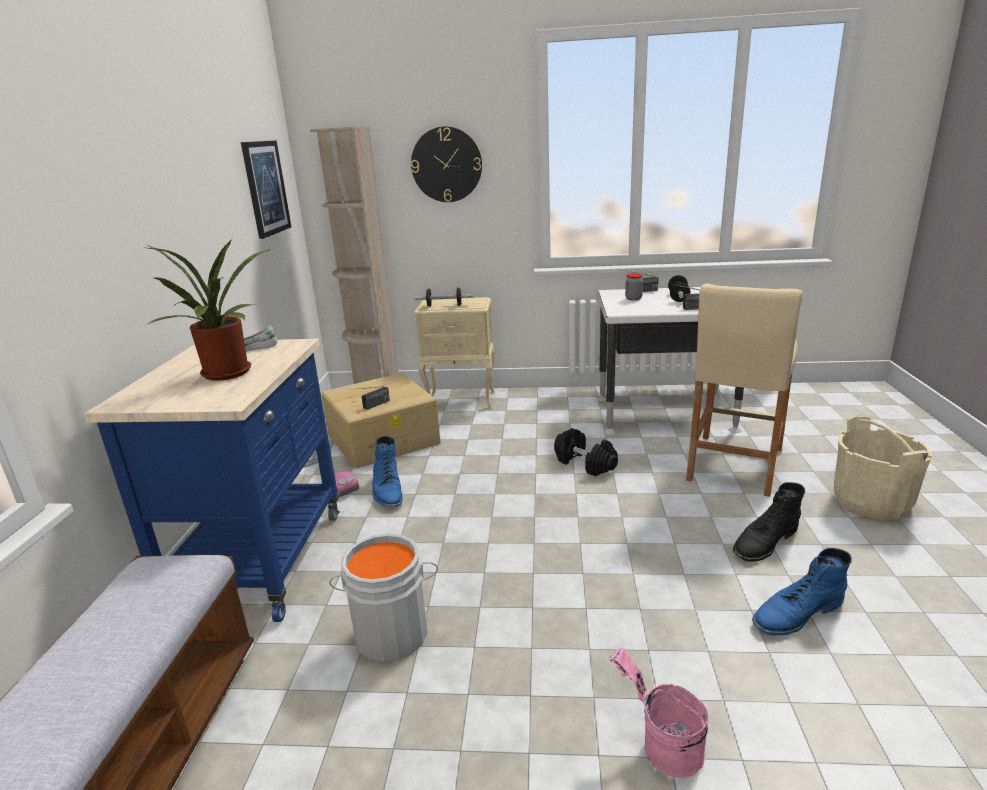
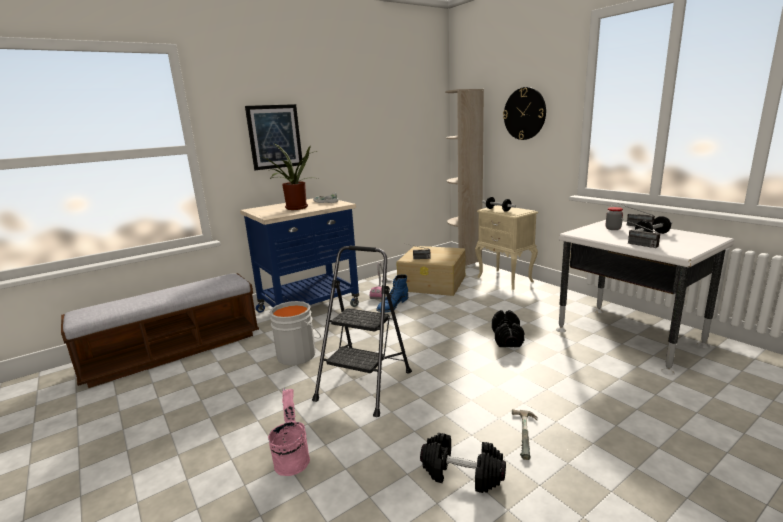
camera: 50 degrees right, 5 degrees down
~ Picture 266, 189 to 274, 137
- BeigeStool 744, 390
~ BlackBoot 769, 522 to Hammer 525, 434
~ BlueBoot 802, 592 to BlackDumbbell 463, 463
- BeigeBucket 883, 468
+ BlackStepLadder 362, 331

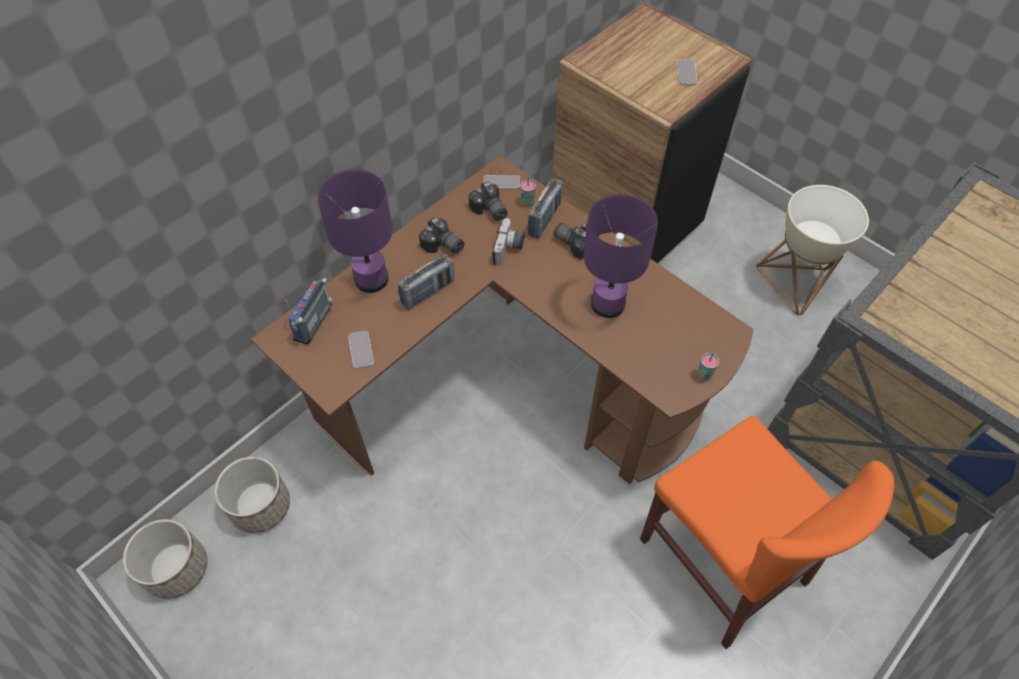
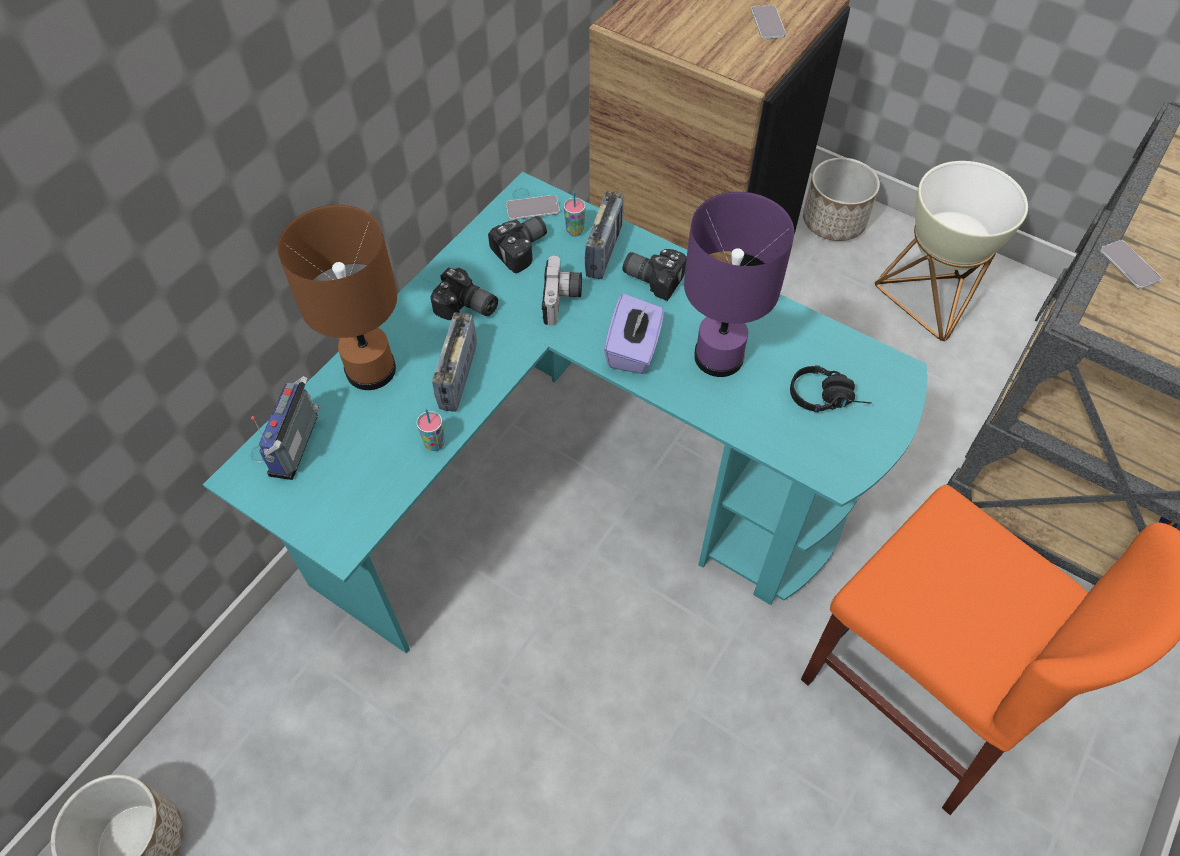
camera: 10 degrees left, 0 degrees up
~ Planter 252, 495 to 841, 199
~ BrownDesk 502, 320 to TurquoiseDesk 565, 413
~ PurpleTableLamp 355, 231 to BrownTableLamp 337, 297
~ Phone 361, 350 to 1130, 264
~ Radio 426, 282 = 454, 362 150 degrees clockwise
~ PhotoCamera 488, 201 = 517, 244 90 degrees counterclockwise
~ Cup 708, 366 to 431, 430
+ PurpleTissueBox 634, 334
+ BlackHeadphones 831, 388

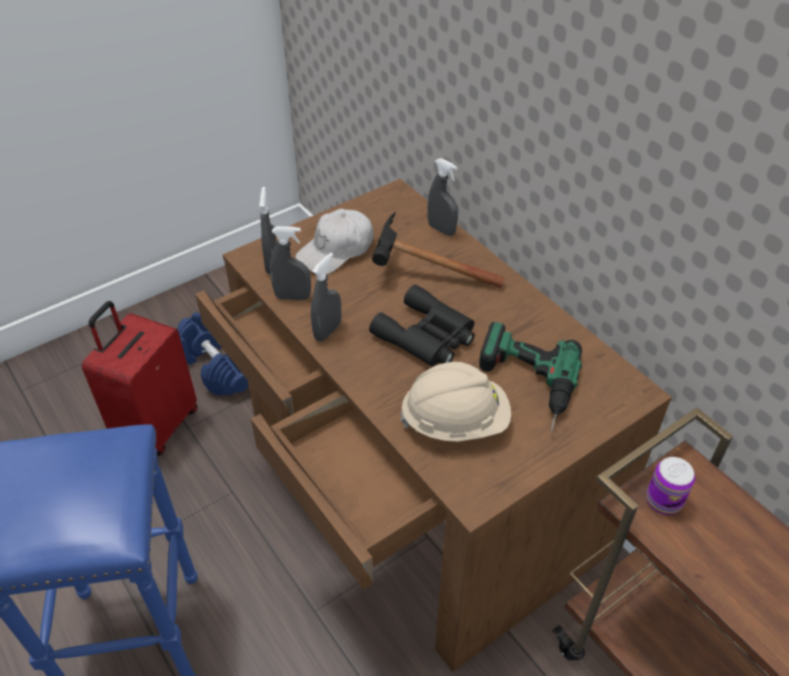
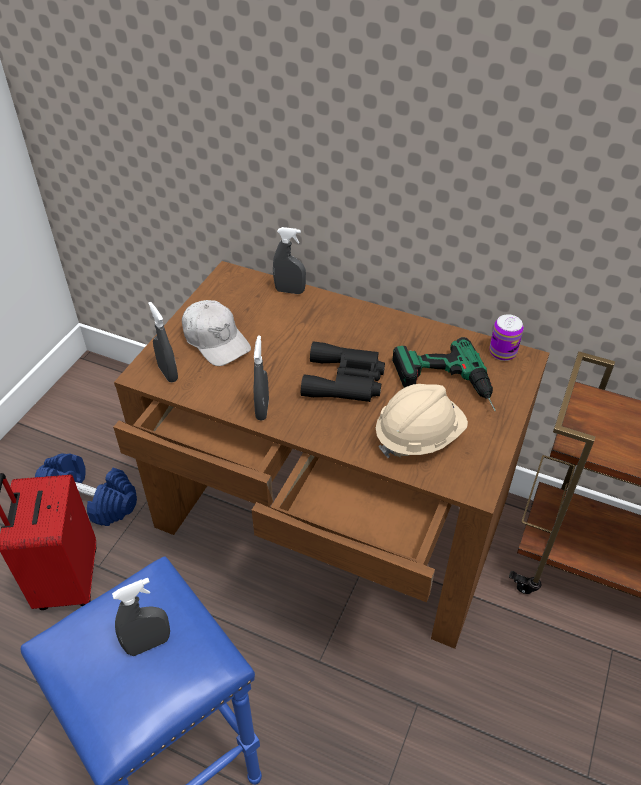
camera: 30 degrees left, 0 degrees up
~ GreySprayBottle 290, 263 to 141, 617
~ WhiteCap 334, 242 = 216, 333 60 degrees counterclockwise
- Hammer 438, 250
~ Can 670, 486 to 507, 337

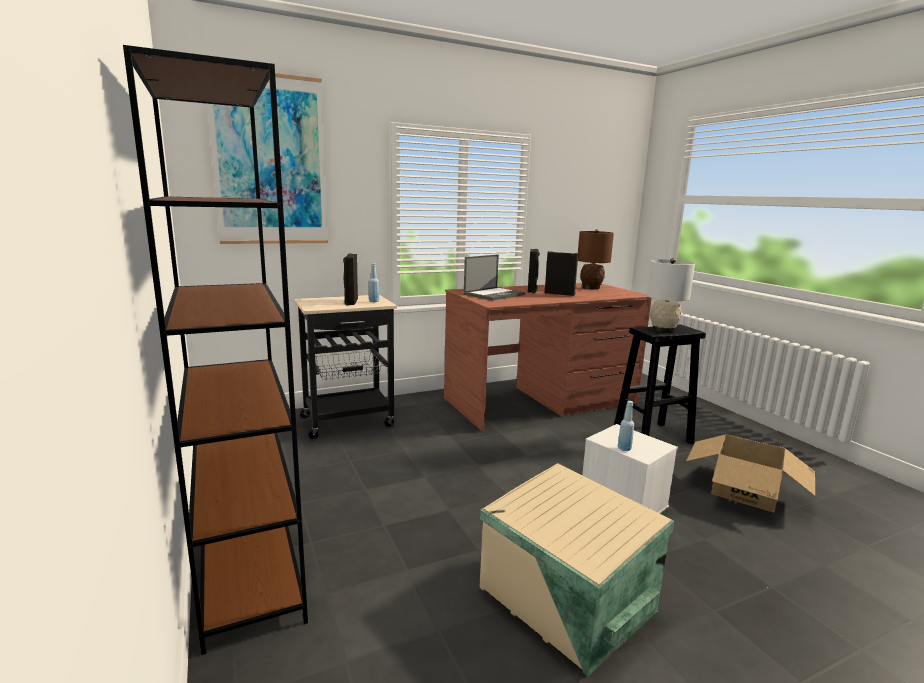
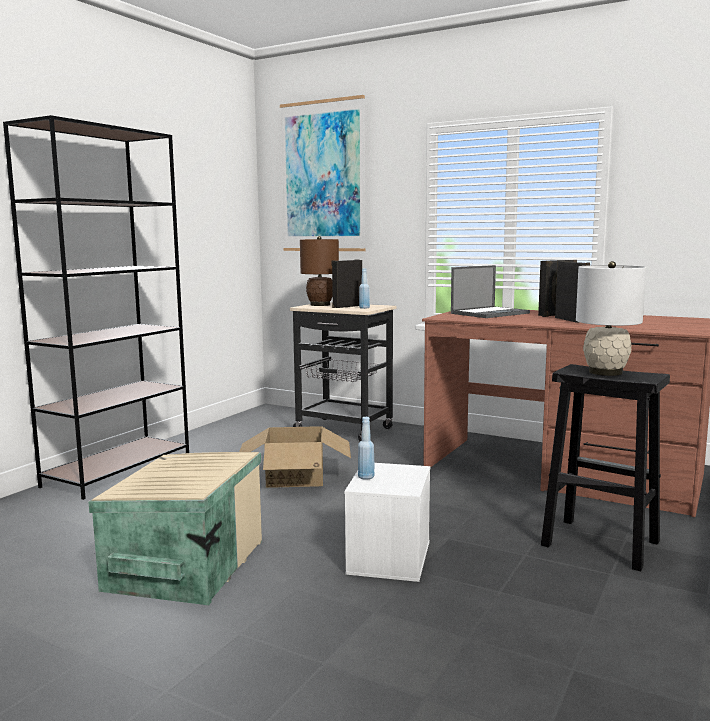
camera: 55 degrees right, 5 degrees down
~ Laptop 494, 277 = 490, 291 45 degrees counterclockwise
~ BrownTableLamp 596, 259 to 319, 271
~ CardboardBox 750, 473 to 295, 457

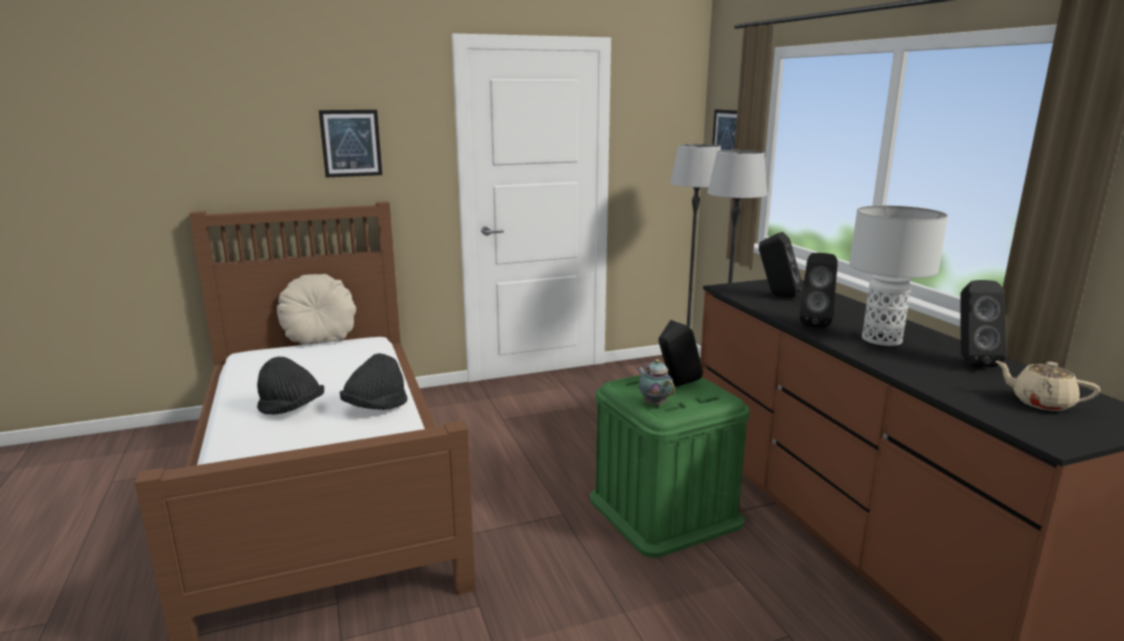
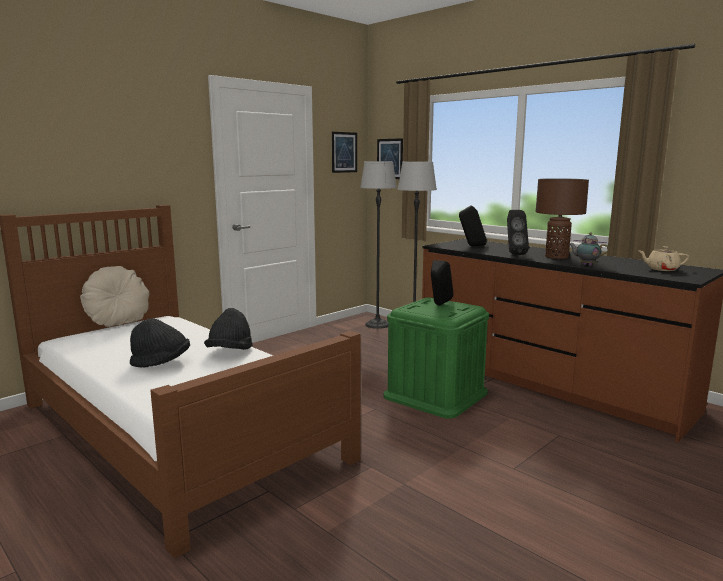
camera: 25 degrees left, 5 degrees down
~ Picture 350, 143 to 344, 152
~ Teapot 656, 382 to 589, 249
~ WhiteTableLamp 898, 275 to BrownTableLamp 562, 218
- BlackSpeaker 983, 323

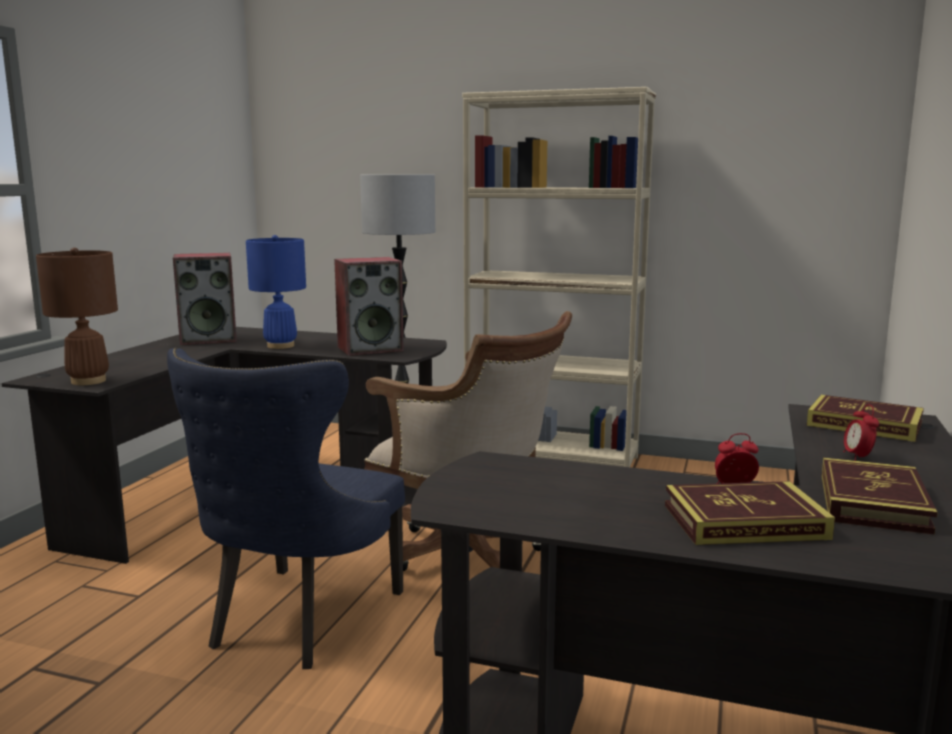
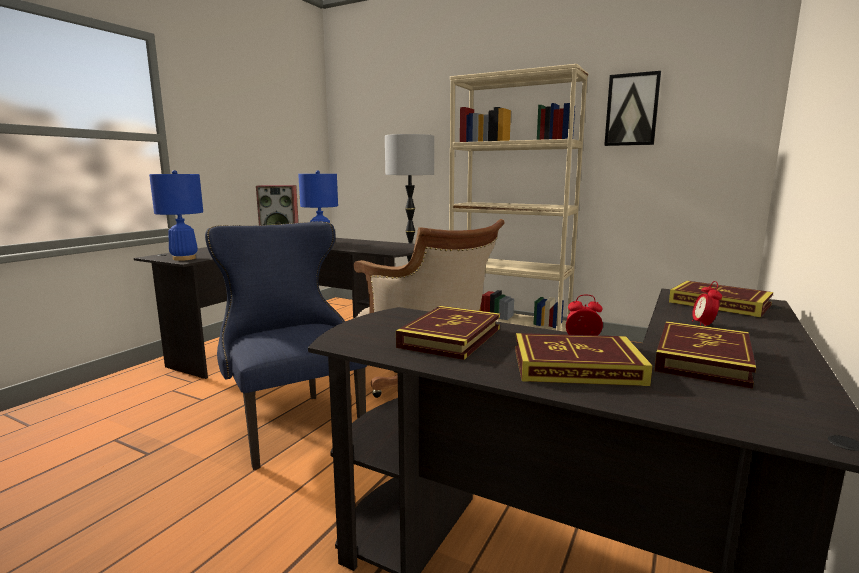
camera: 10 degrees right, 0 degrees up
~ BrownTableLamp 77, 316 to BlueTableLamp 176, 215
~ BlueChair 286, 508 = 286, 345 120 degrees clockwise
- Speaker 369, 306
+ Book 448, 333
+ Picture 632, 108

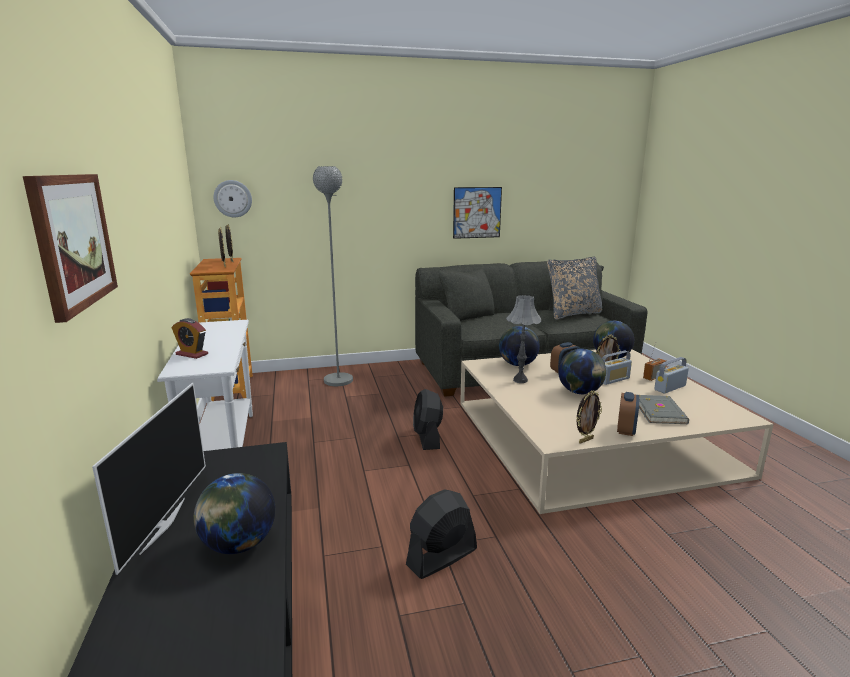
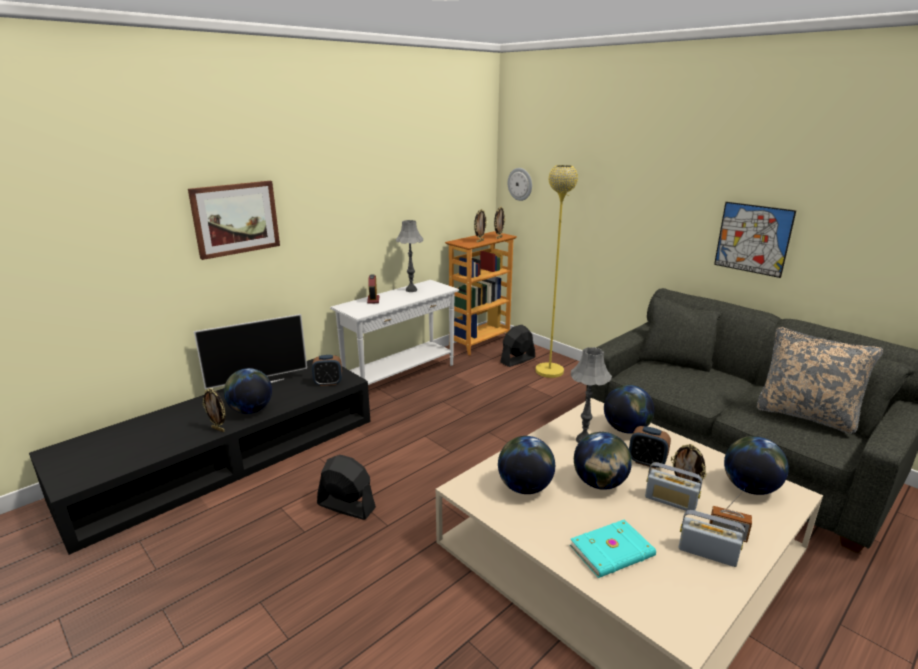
camera: 60 degrees right, 5 degrees up
~ GreyFloorLamp 333, 276 to YellowFloorLamp 557, 271
~ BlackFan 428, 419 to 517, 346
~ PictureFrame 589, 417 to 214, 410
~ AlarmClock 628, 414 to 327, 370
~ GreyBook 664, 409 to TurquoiseBook 613, 548
+ GreyTableLamp 410, 256
+ Globe 526, 465

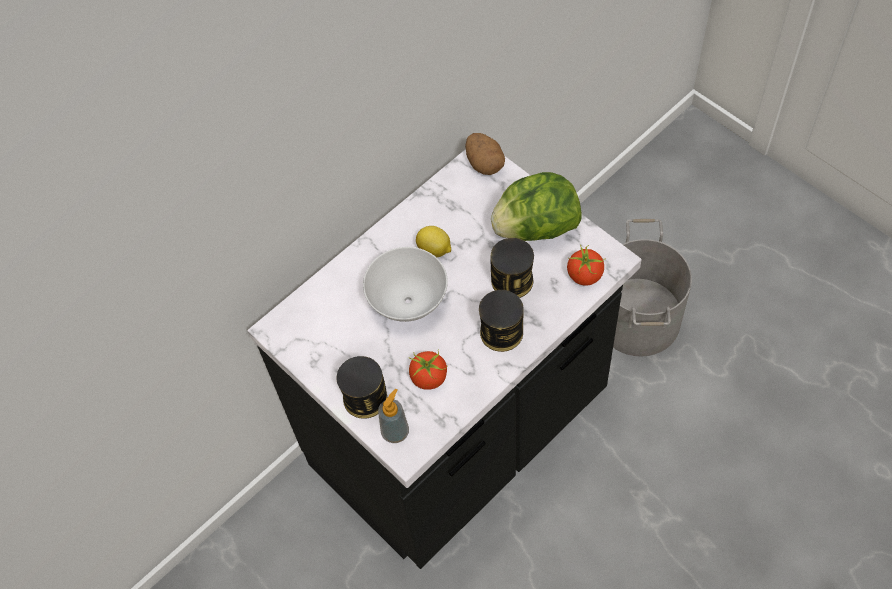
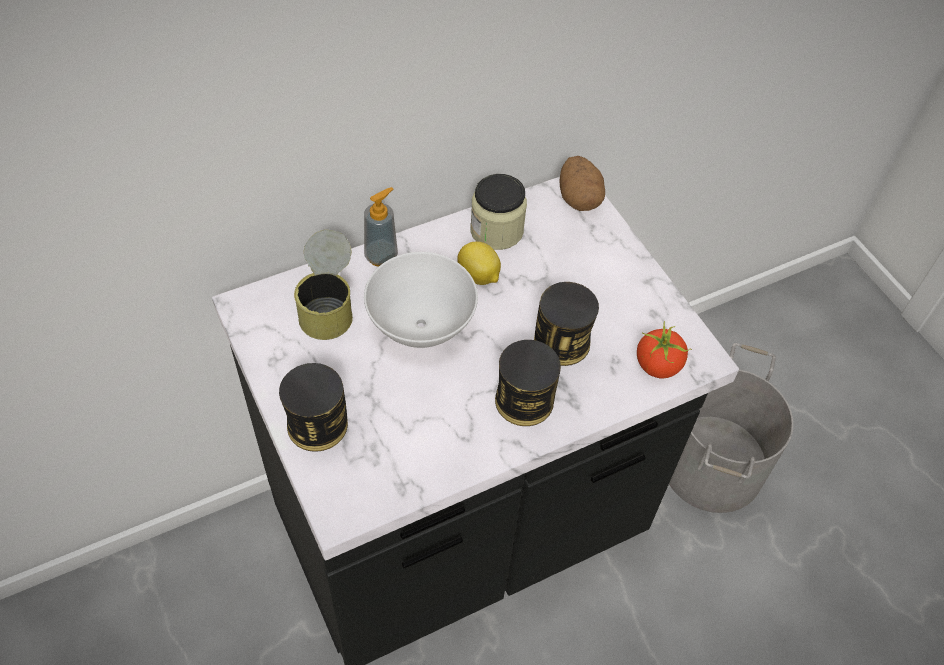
camera: 10 degrees right, 5 degrees down
~ SoapDispenser 393, 416 to 381, 227
- Tomato 428, 370
- Lettuce 536, 206
+ Can 323, 284
+ Jar 498, 212

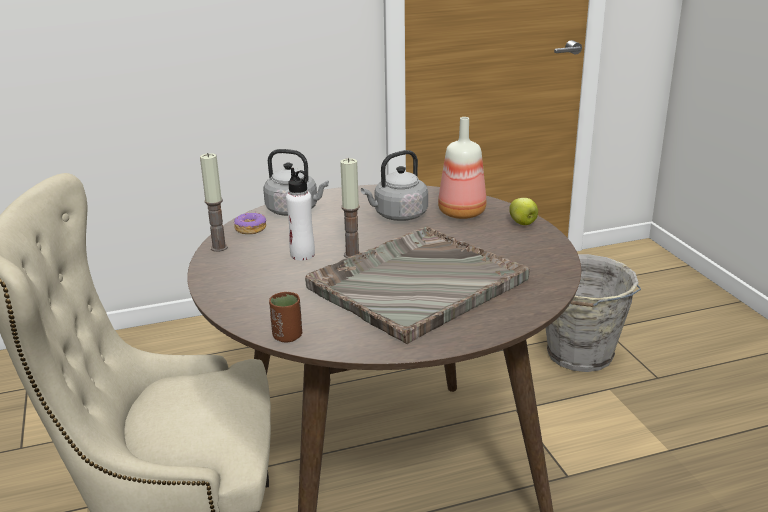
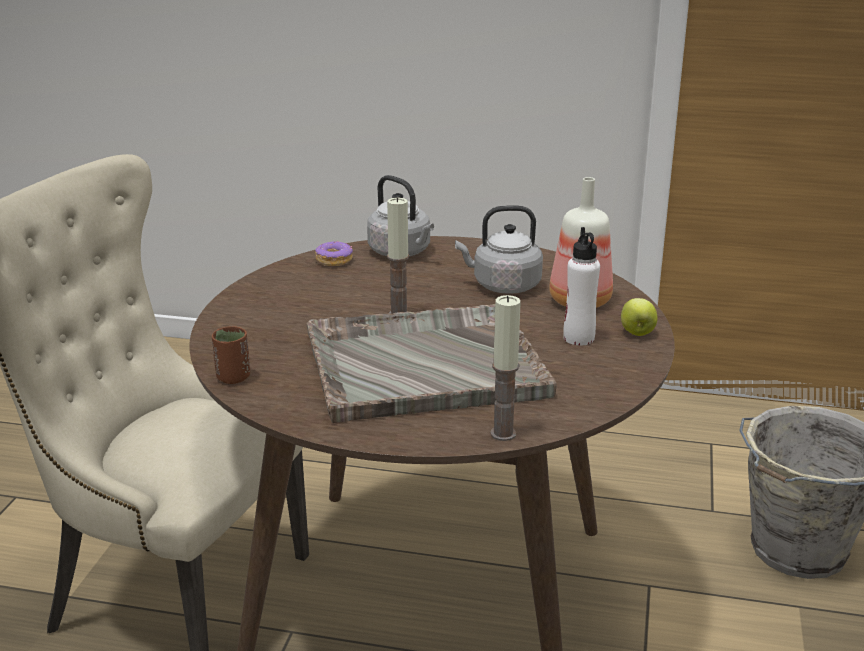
camera: 30 degrees right, 0 degrees up
~ Candle 214, 202 to 506, 368
~ WhiteBottle 300, 214 to 581, 286

